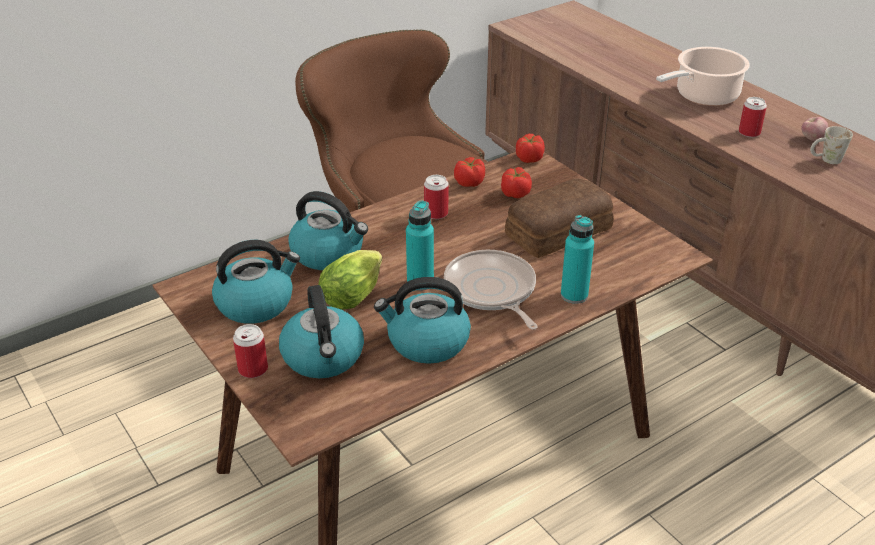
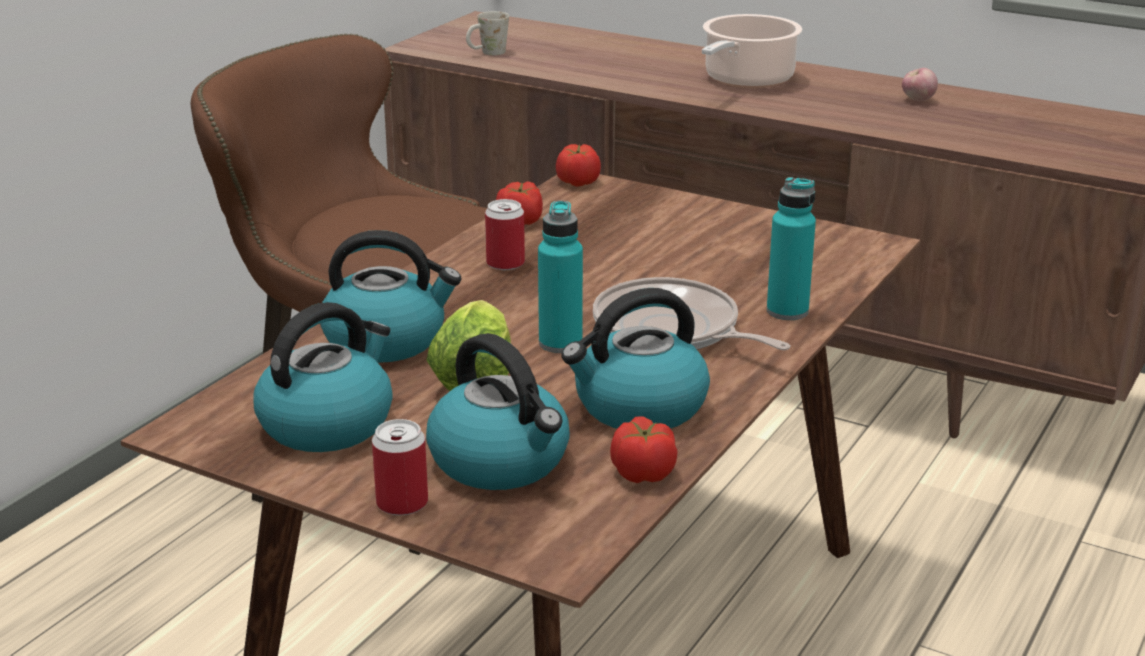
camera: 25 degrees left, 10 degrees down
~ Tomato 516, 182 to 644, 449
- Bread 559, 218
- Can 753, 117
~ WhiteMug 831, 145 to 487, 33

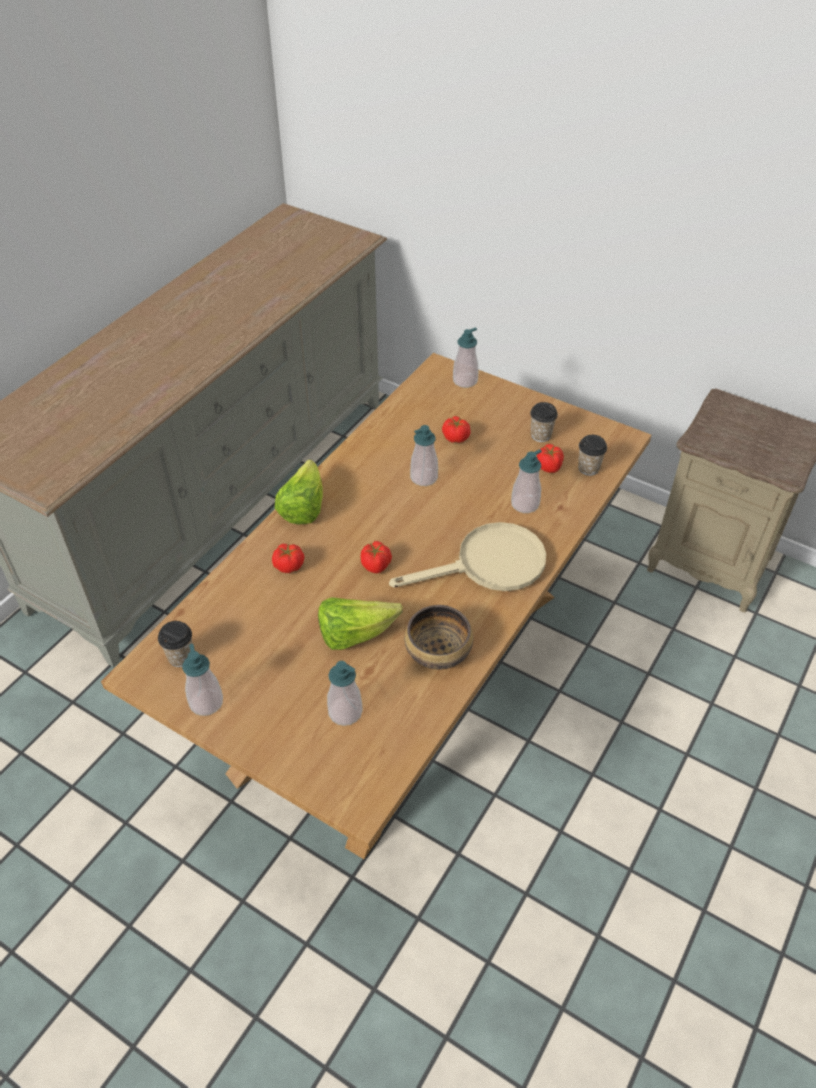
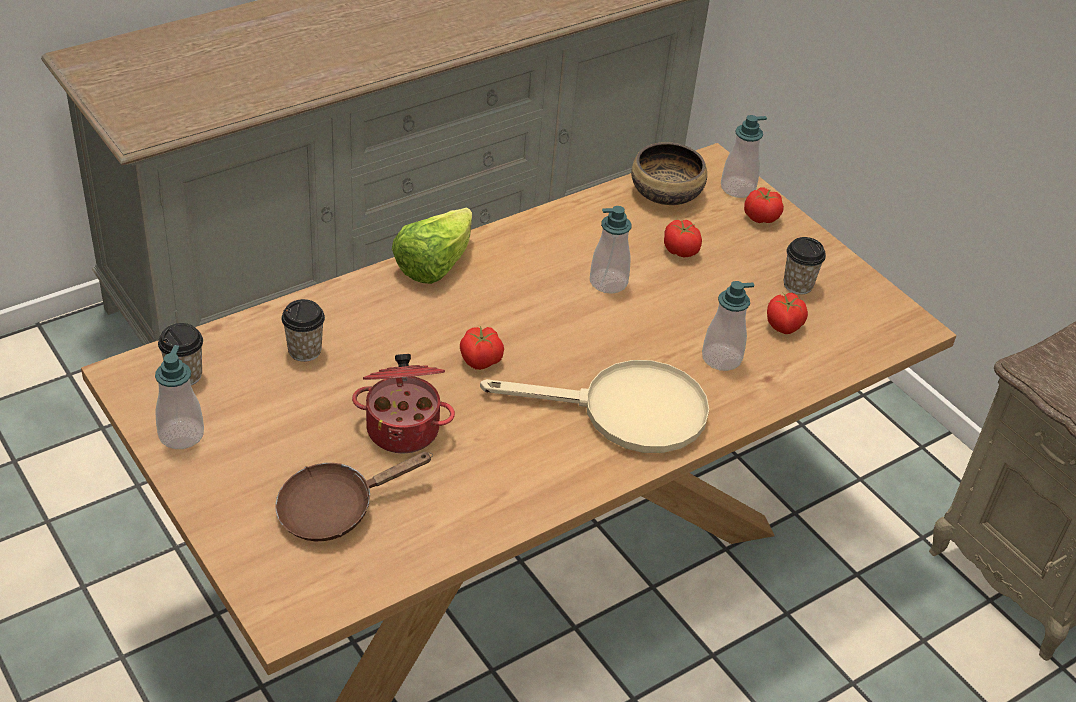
camera: 20 degrees right, 5 degrees down
~ Tomato 288, 558 to 764, 205
~ Lettuce 360, 623 to CookingPot 403, 403
~ SoapDispenser 345, 693 to BrownFryingPan 354, 496
~ Bowl 438, 637 to 669, 173
~ Cup 592, 455 to 303, 330

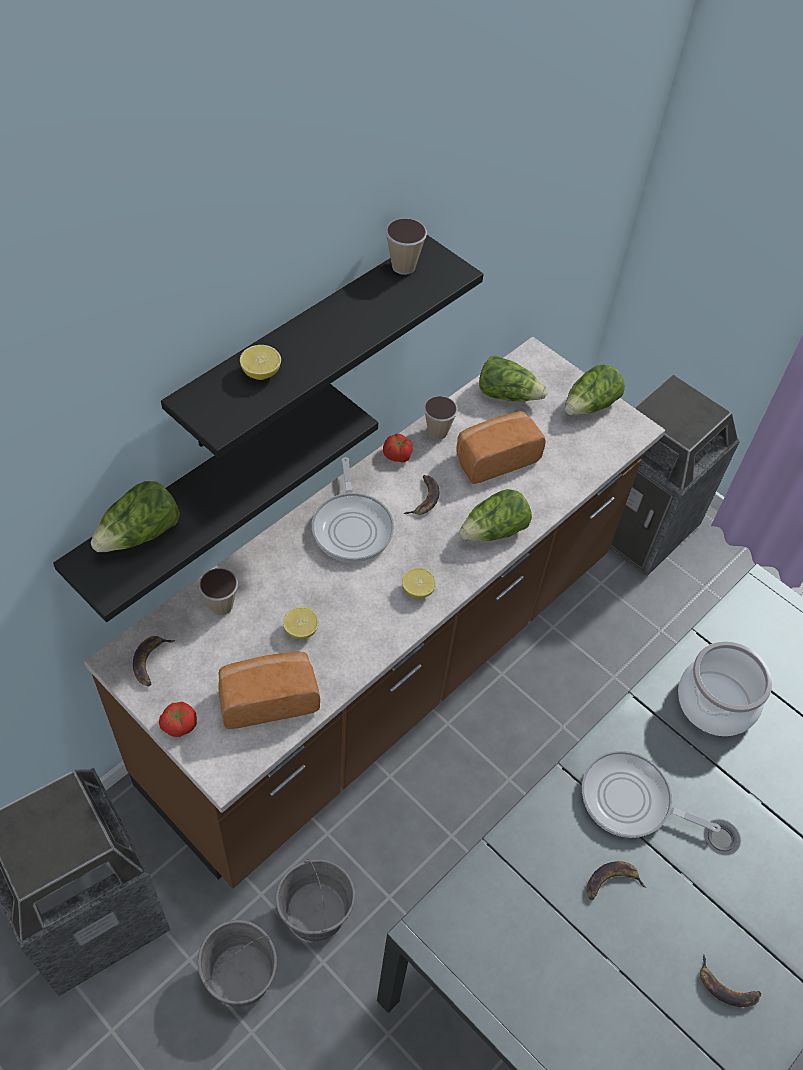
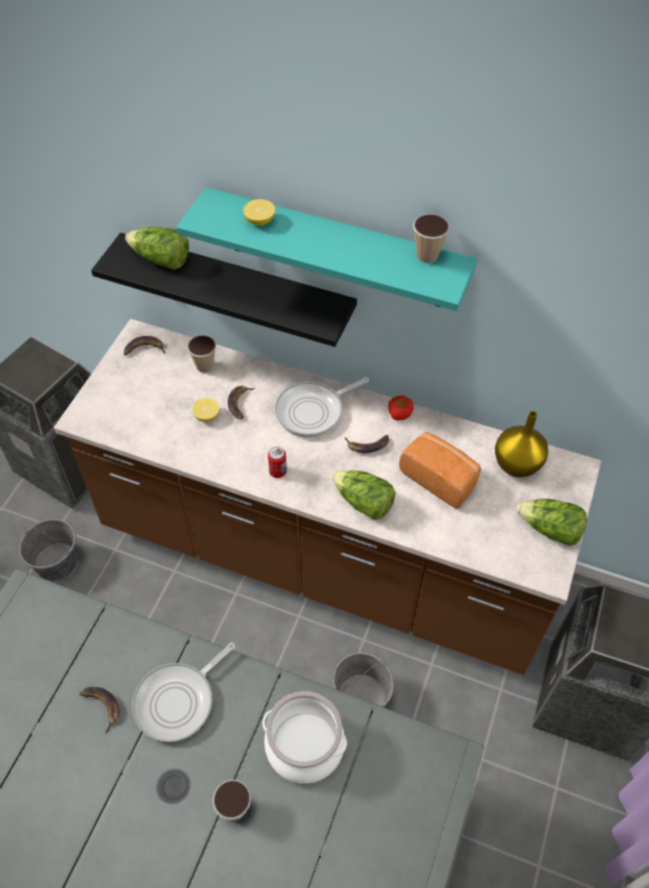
camera: 70 degrees right, 0 degrees up
- Tomato 178, 719
~ BlackShelf 322, 346 to TurquoiseShelf 327, 249
- Bread 269, 690
~ GreyBucket 315, 900 to 363, 685
~ Lemon 419, 583 to Can 277, 462
~ Cup 441, 418 to 231, 800
~ Lettuce 513, 378 to YellowVase 521, 444
~ FryingPan 651, 794 = 183, 692 135 degrees counterclockwise
~ Banana 730, 981 to 241, 402

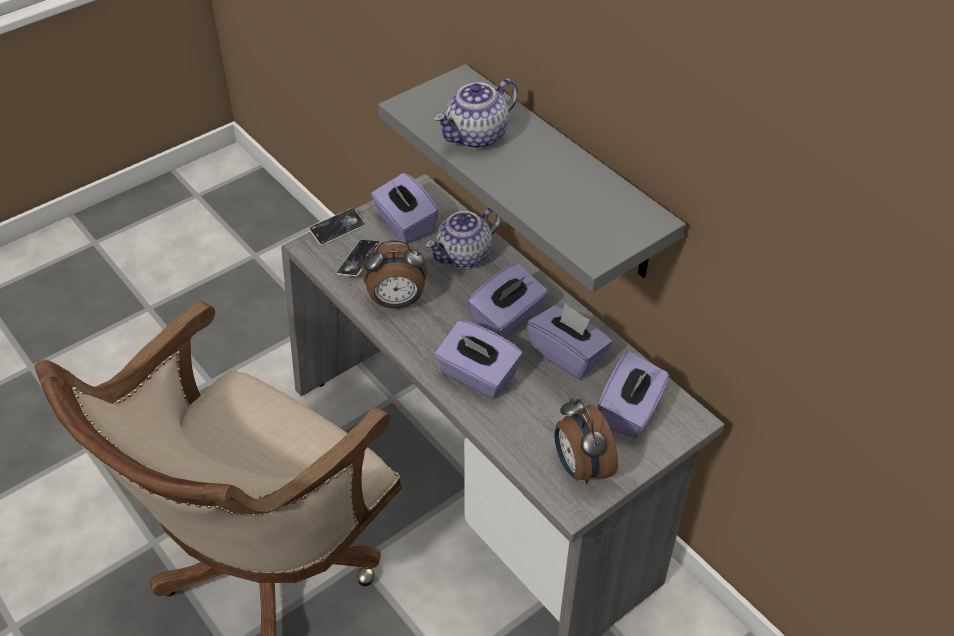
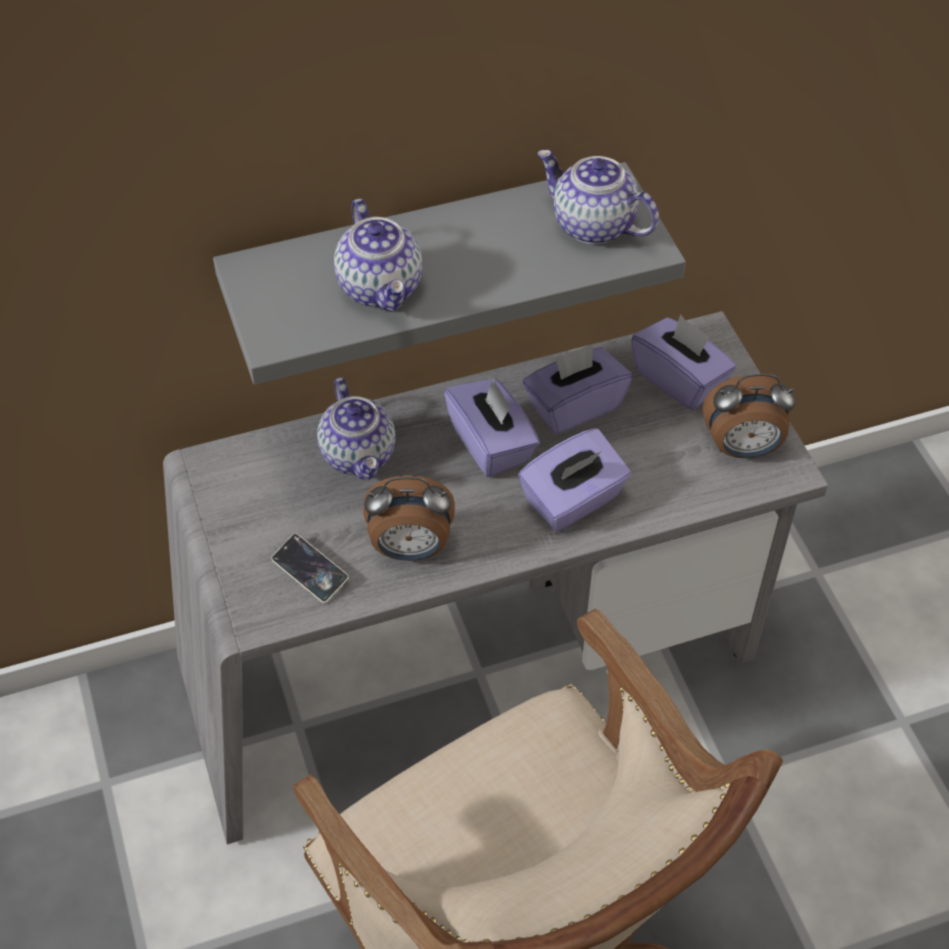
camera: 70 degrees left, 5 degrees up
- Phone 337, 227
~ AlarmClock 394, 274 = 409, 518 75 degrees clockwise
- PurpleTissueBox 405, 208
+ Teapot 598, 197

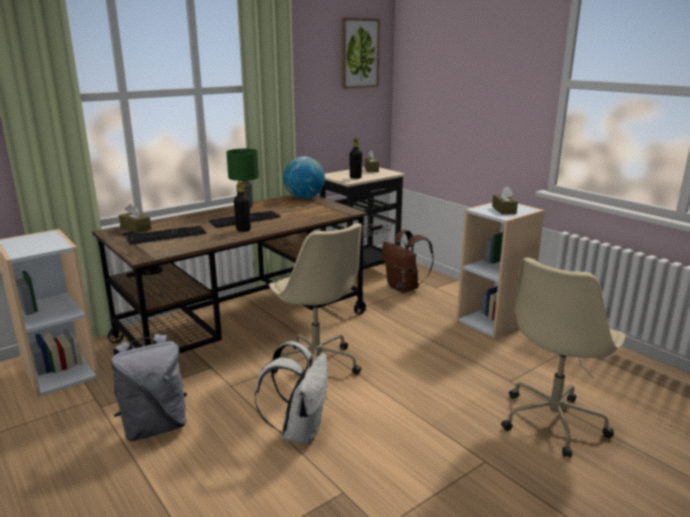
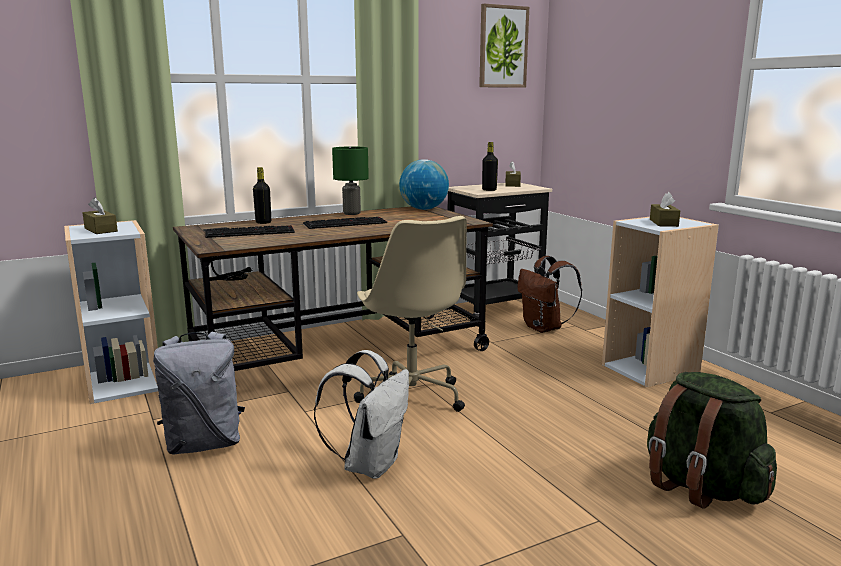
camera: 10 degrees right, 5 degrees down
~ BrownTissueBox 135, 218 to 100, 215
~ BlackBottle 242, 206 to 262, 195
~ BeigeOfficeChair 563, 357 to GreenBackpack 712, 440

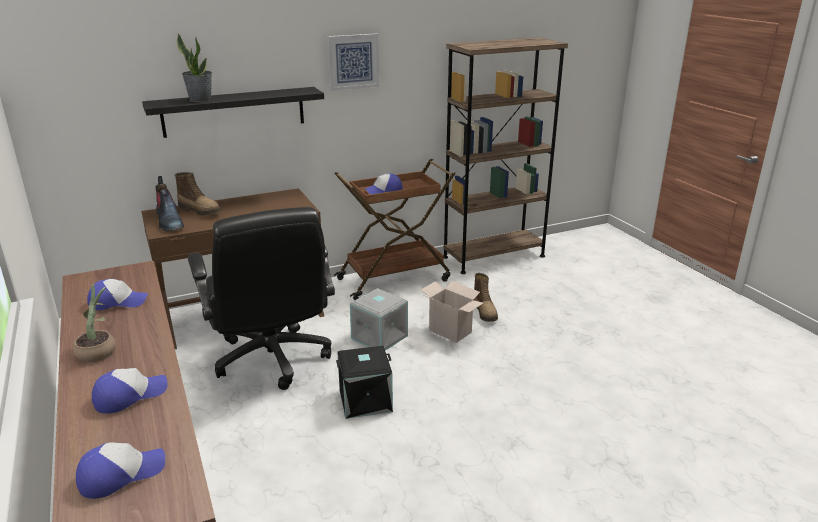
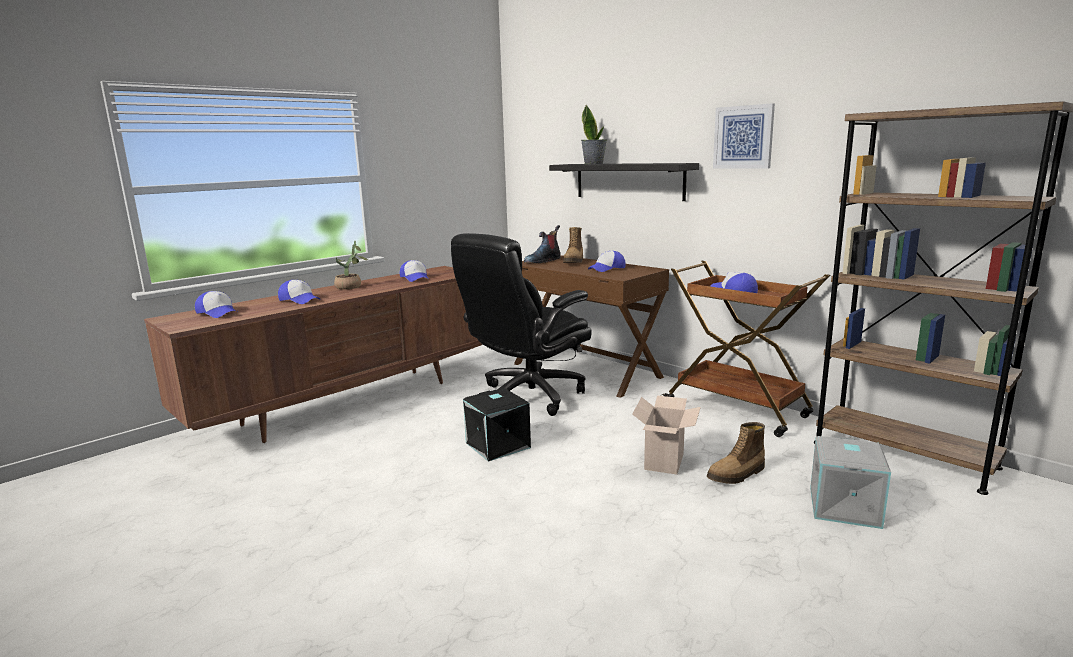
camera: 70 degrees right, 10 degrees down
~ GreyStorageBox 379, 319 to 850, 482
+ Cap 607, 261

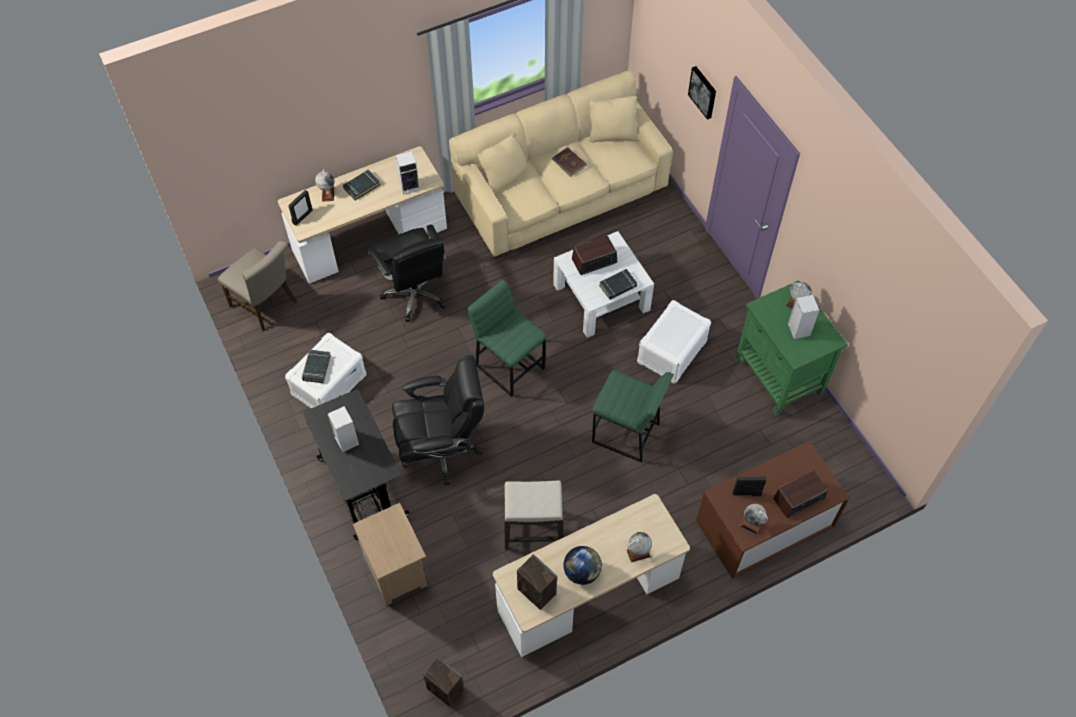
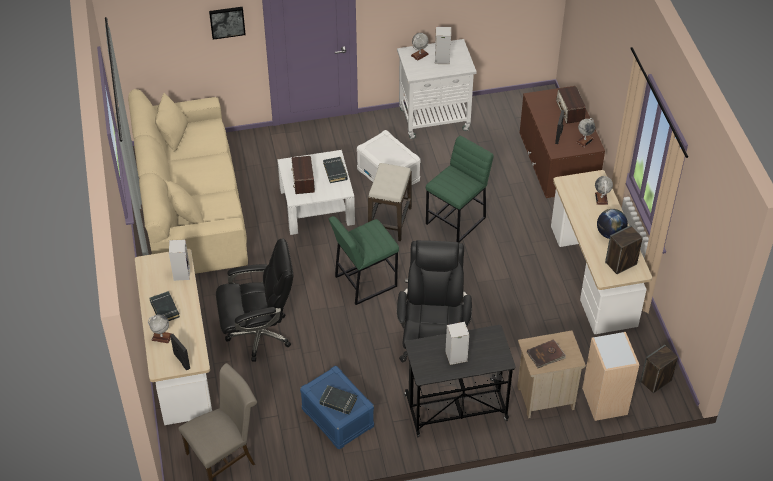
camera: 75 degrees left, 10 degrees down
~ WhiteStorageBox 326, 370 to BlueStorageBox 337, 407
~ Stool 533, 515 to 390, 202
~ BrownBook 569, 162 to 546, 353
~ GreenCart 792, 347 to WhiteCart 437, 89
+ Bookcase 610, 376

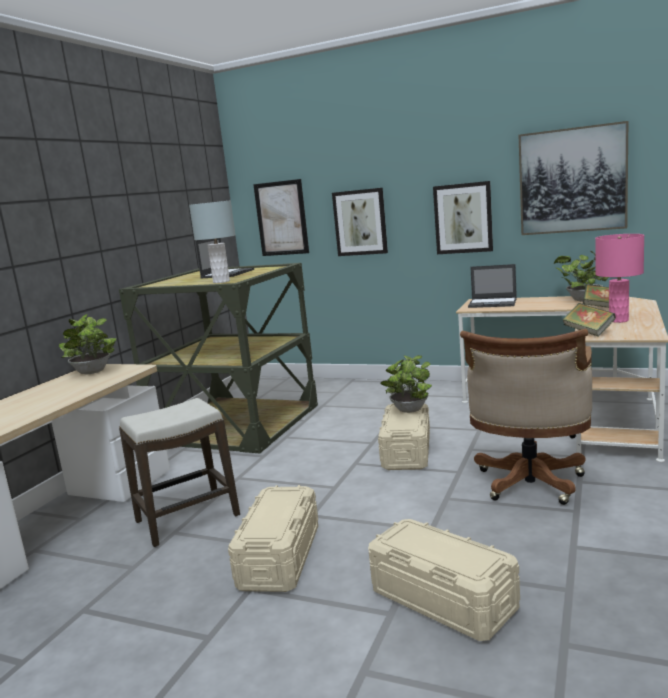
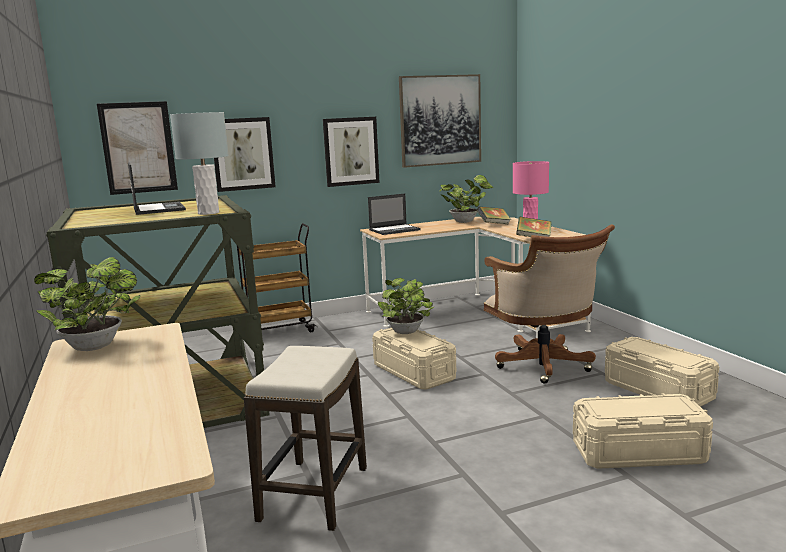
camera: 45 degrees left, 0 degrees up
~ BeigeStorageBox 273, 538 to 662, 372
+ BrownCart 276, 277

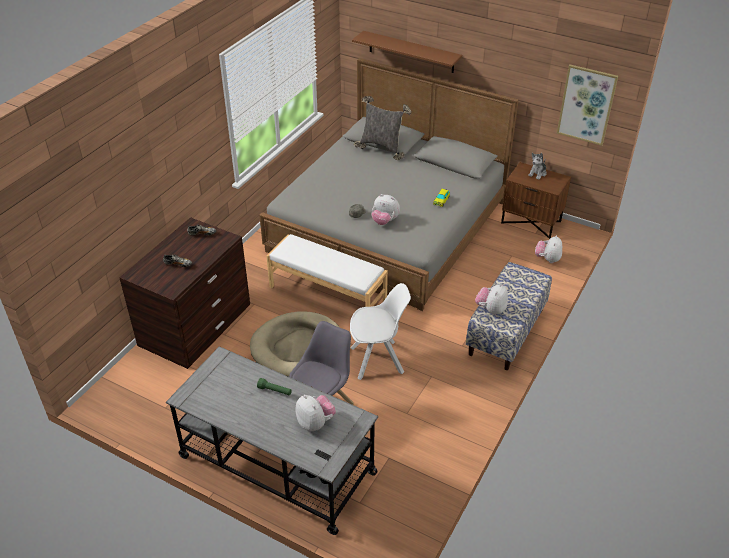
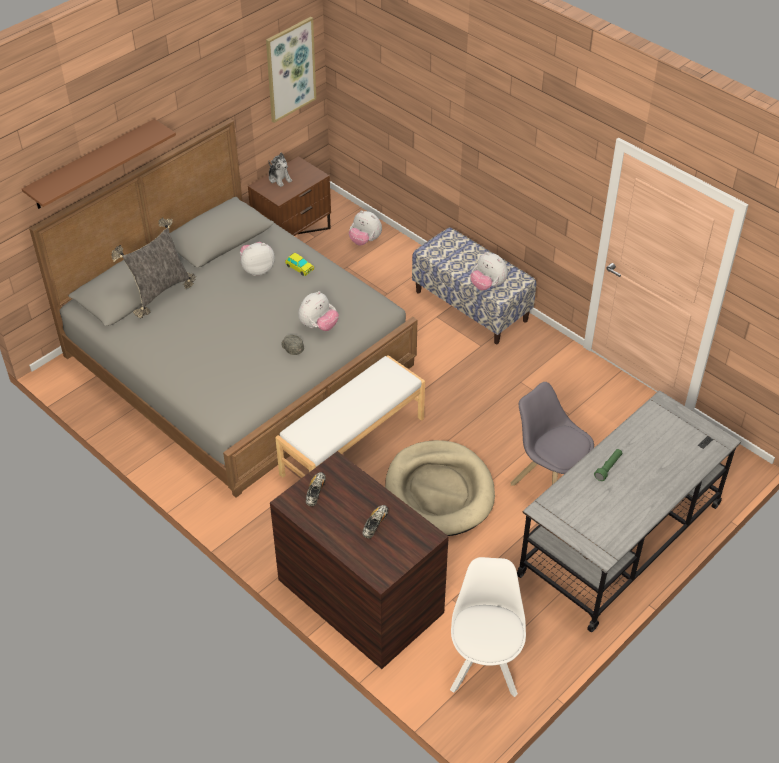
camera: 75 degrees left, 5 degrees up
~ PlushToy 315, 413 to 257, 259
~ WhiteChair 380, 331 to 488, 627

